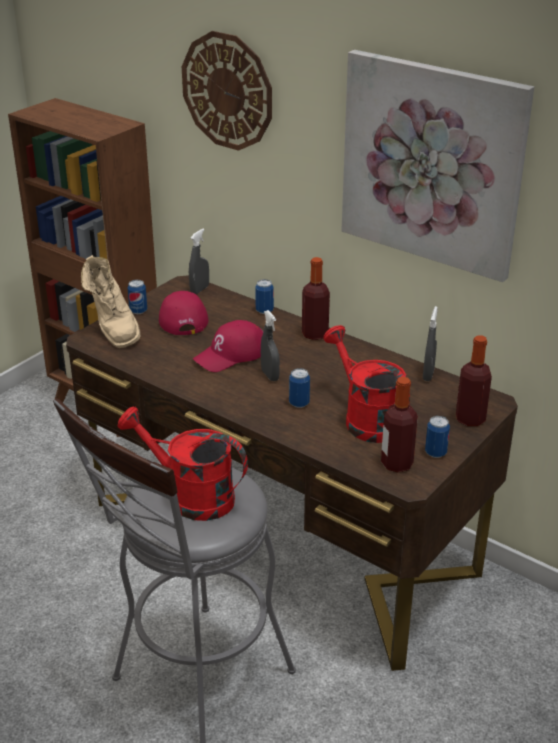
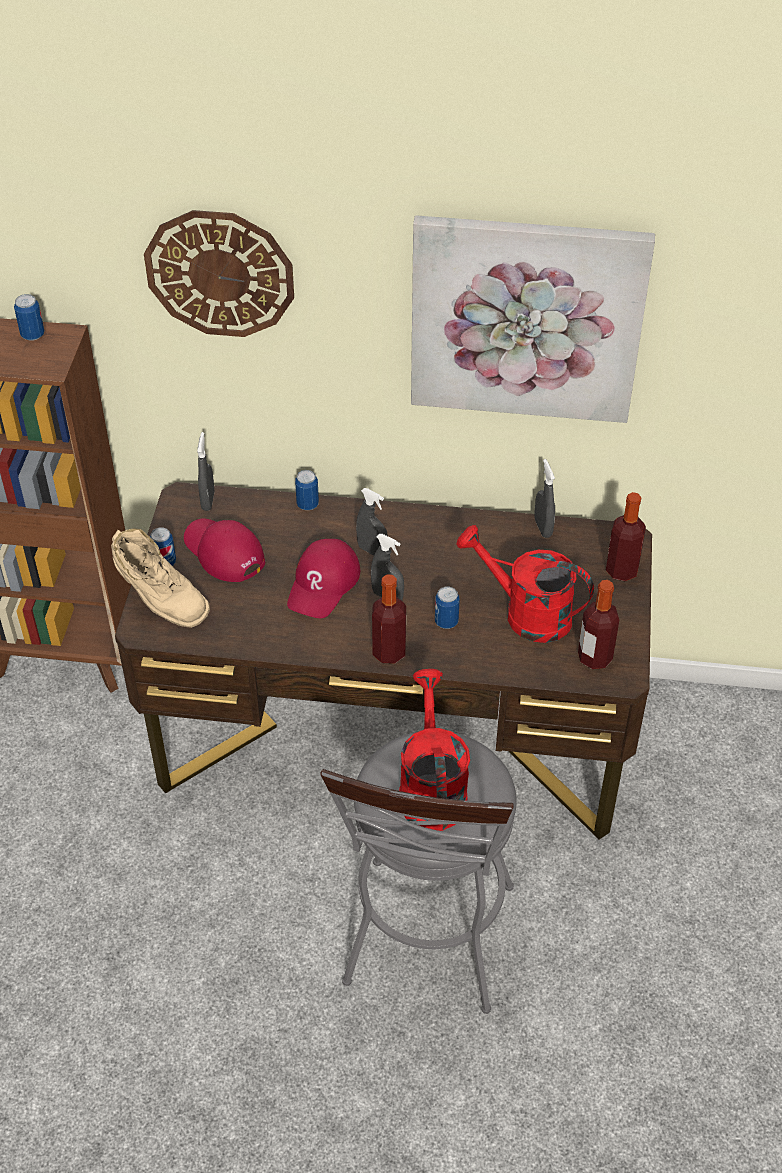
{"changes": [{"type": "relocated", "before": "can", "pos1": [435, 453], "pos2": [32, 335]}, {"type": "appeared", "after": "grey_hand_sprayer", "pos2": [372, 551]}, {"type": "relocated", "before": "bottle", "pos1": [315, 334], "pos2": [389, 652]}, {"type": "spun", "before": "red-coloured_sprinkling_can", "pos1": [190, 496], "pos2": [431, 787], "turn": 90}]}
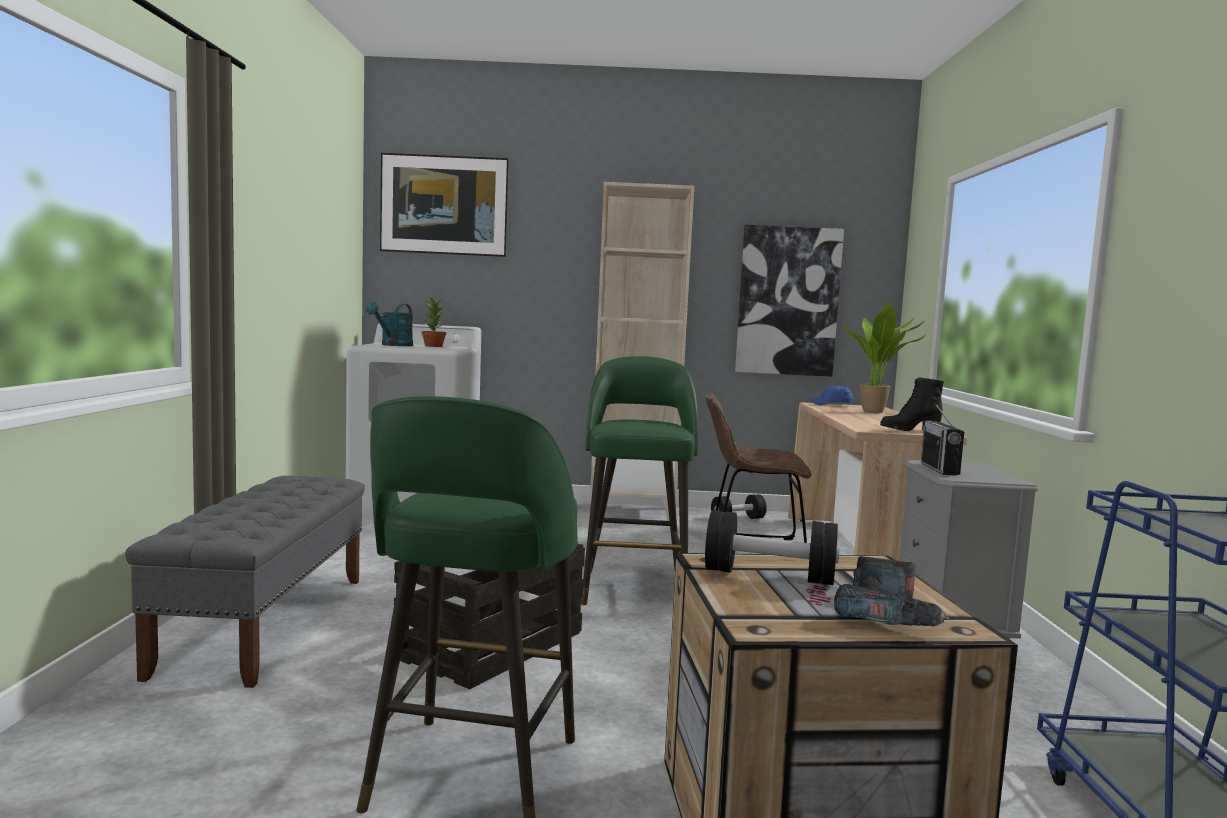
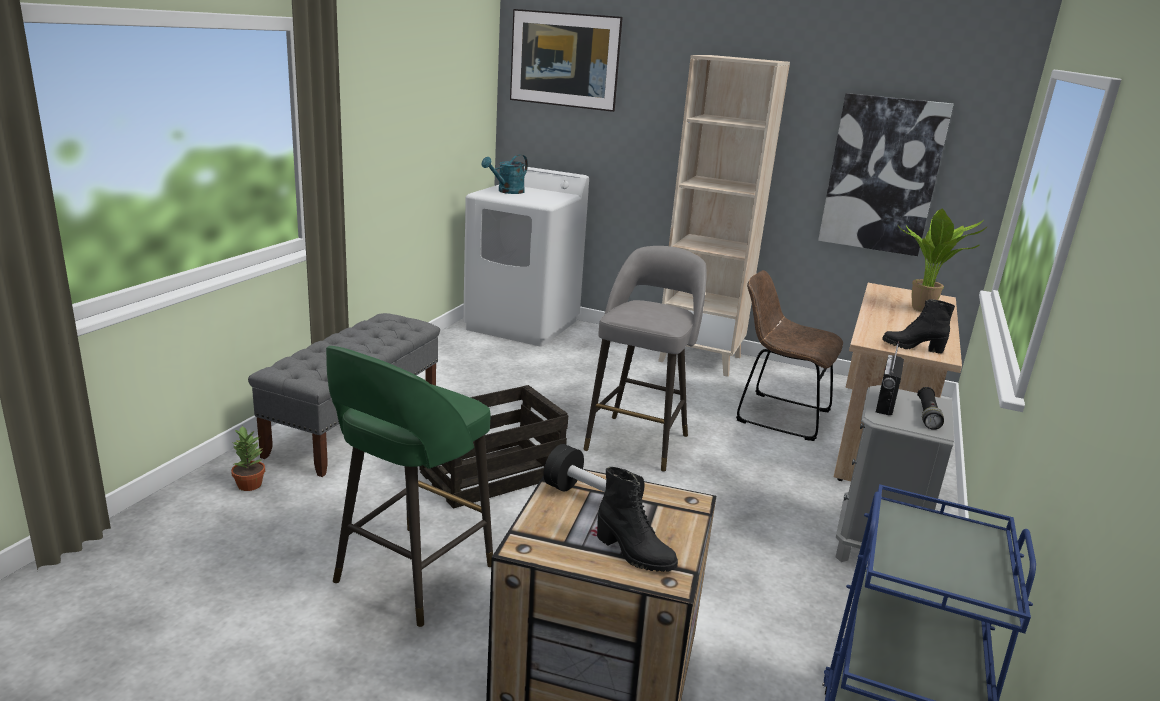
{"changes": [{"type": "relocated", "before": "potted_plant", "pos1": [433, 346], "pos2": [249, 484]}, {"type": "colour", "before": "greenish_stool_seat", "after": "grey_stool_seat", "pos1": [634, 588], "pos2": [638, 441]}, {"type": "exchanged", "before": "drill", "after": "black-coloured_boot", "pos1": [887, 613], "pos2": [634, 553]}, {"type": "appeared", "after": "black-coloured_torch", "pos2": [927, 415]}, {"type": "missing", "before": "black-coloured_free_weight", "pos1": [737, 519]}, {"type": "missing", "before": "blue-coloured_peaked_cap", "pos1": [832, 404]}]}
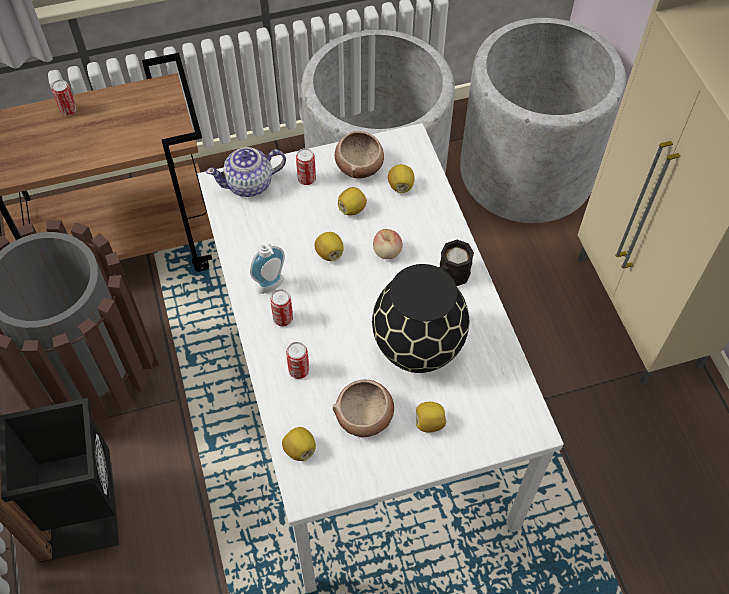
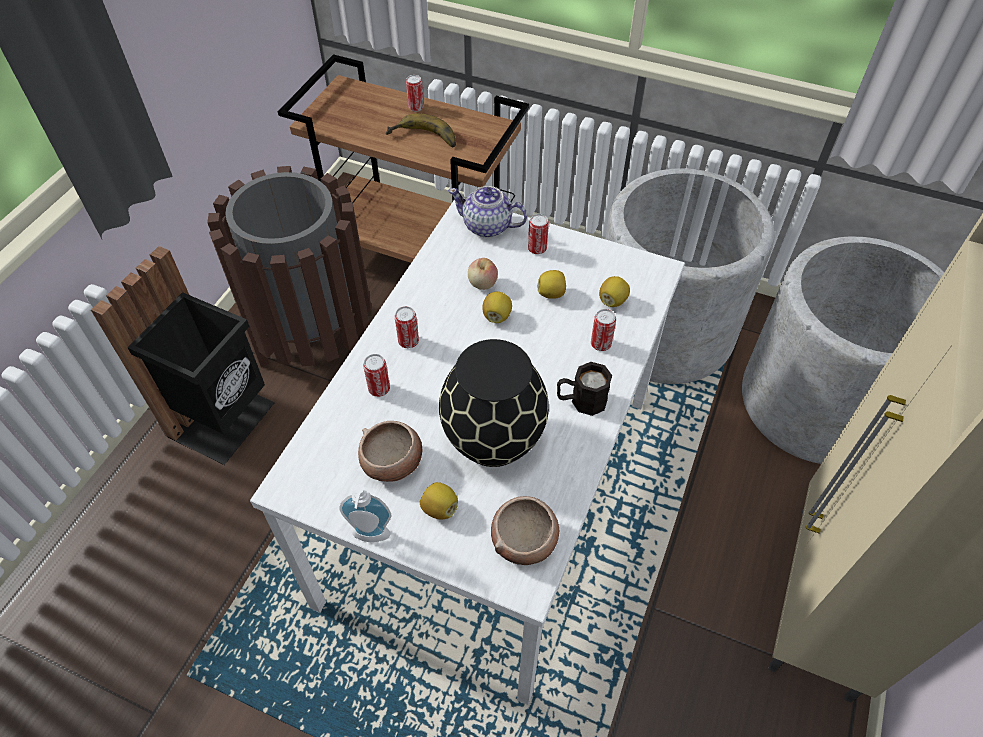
{"changes": [{"type": "relocated", "before": "soap_dispenser", "pos1": [272, 287], "pos2": [370, 538]}, {"type": "appeared", "after": "whole_banana", "pos2": [423, 140]}, {"type": "relocated", "before": "apple", "pos1": [387, 252], "pos2": [482, 283]}, {"type": "relocated", "before": "bowl", "pos1": [359, 165], "pos2": [525, 539]}, {"type": "appeared", "after": "can", "pos2": [600, 344]}, {"type": "missing", "before": "lemon", "pos1": [299, 449]}]}
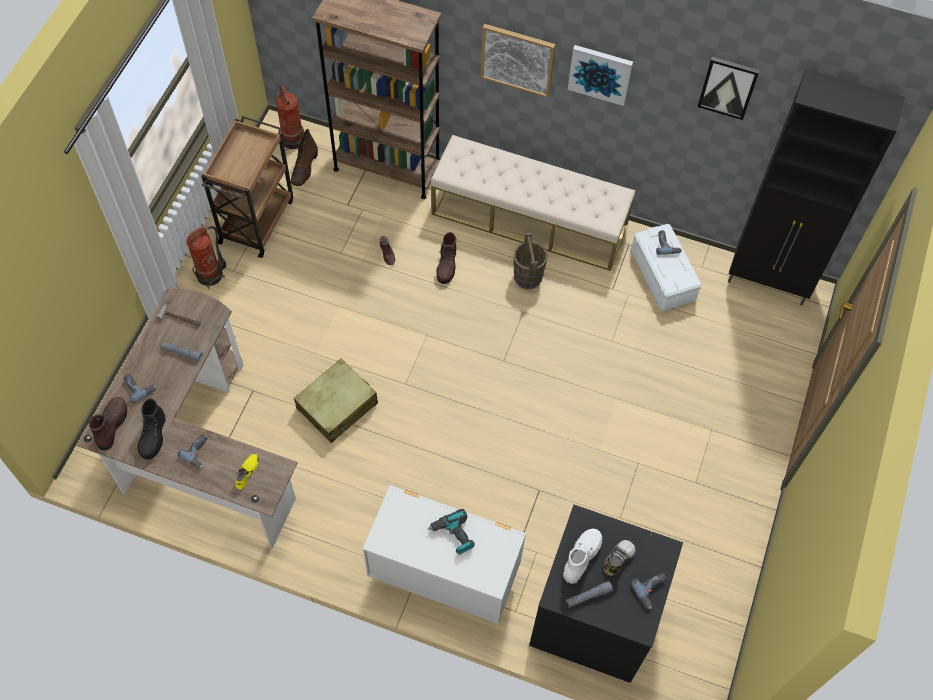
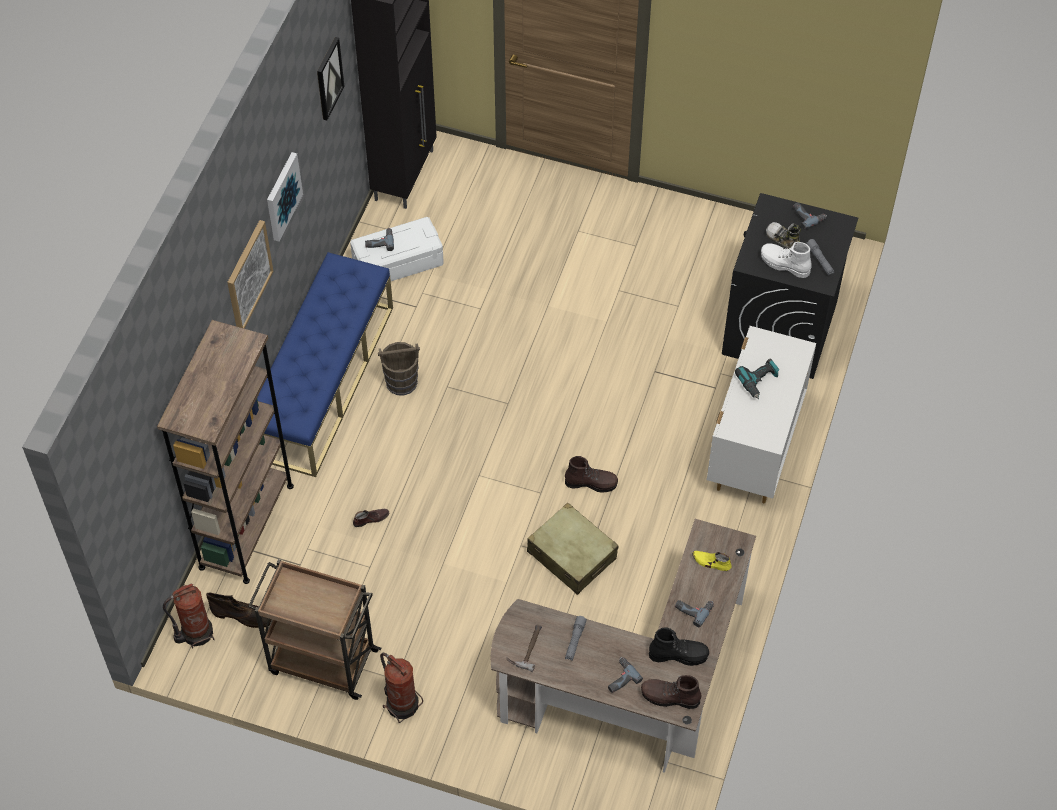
{"changes": [{"type": "colour", "before": "beige_bench", "after": "blue-coloured_bench", "pos1": [529, 219], "pos2": [324, 381]}, {"type": "relocated", "before": "brown-coloured_boot", "pos1": [447, 266], "pos2": [591, 483]}]}
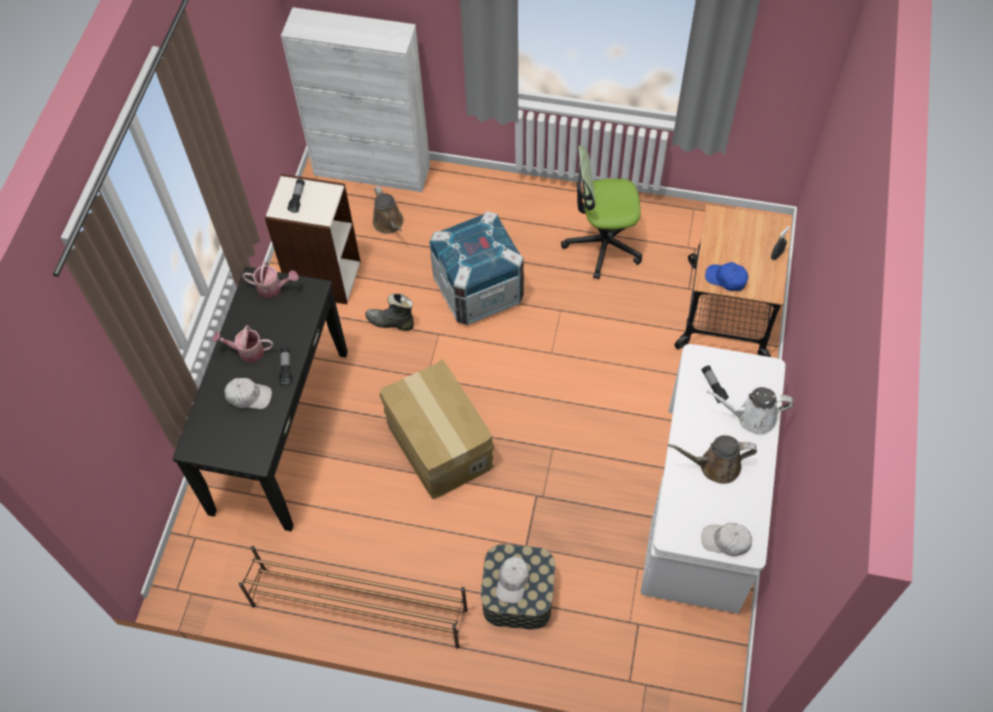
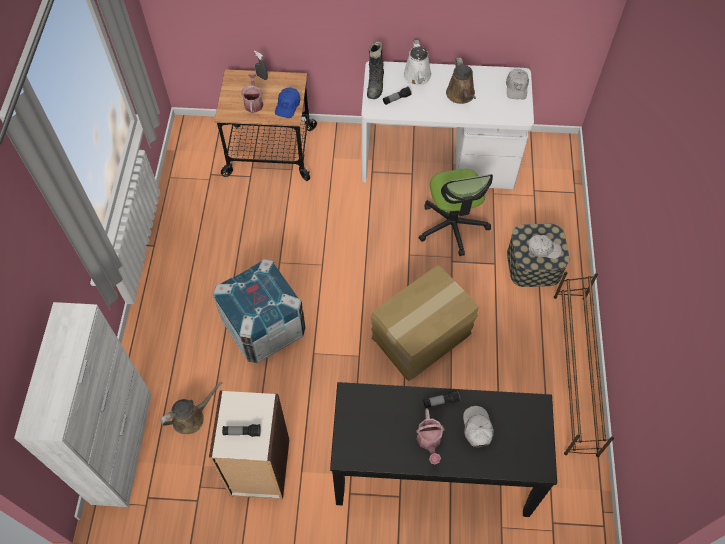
{"changes": [{"type": "relocated", "before": "sprinkling_can", "pos1": [273, 288], "pos2": [253, 103]}, {"type": "relocated", "before": "black-coloured_boot", "pos1": [391, 322], "pos2": [375, 84]}, {"type": "relocated", "before": "computer_chair", "pos1": [603, 244], "pos2": [452, 226]}]}
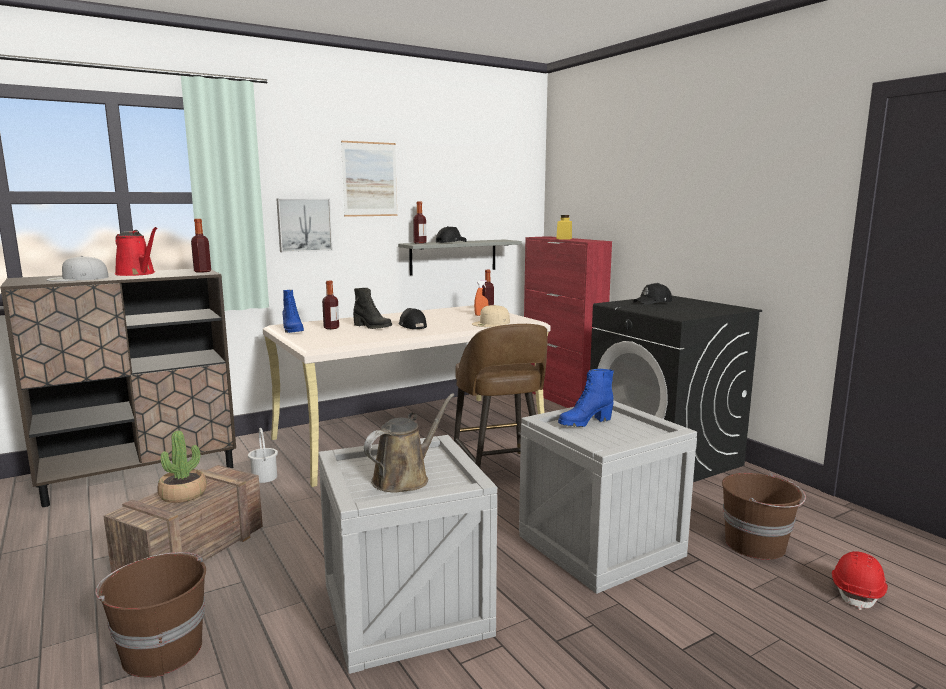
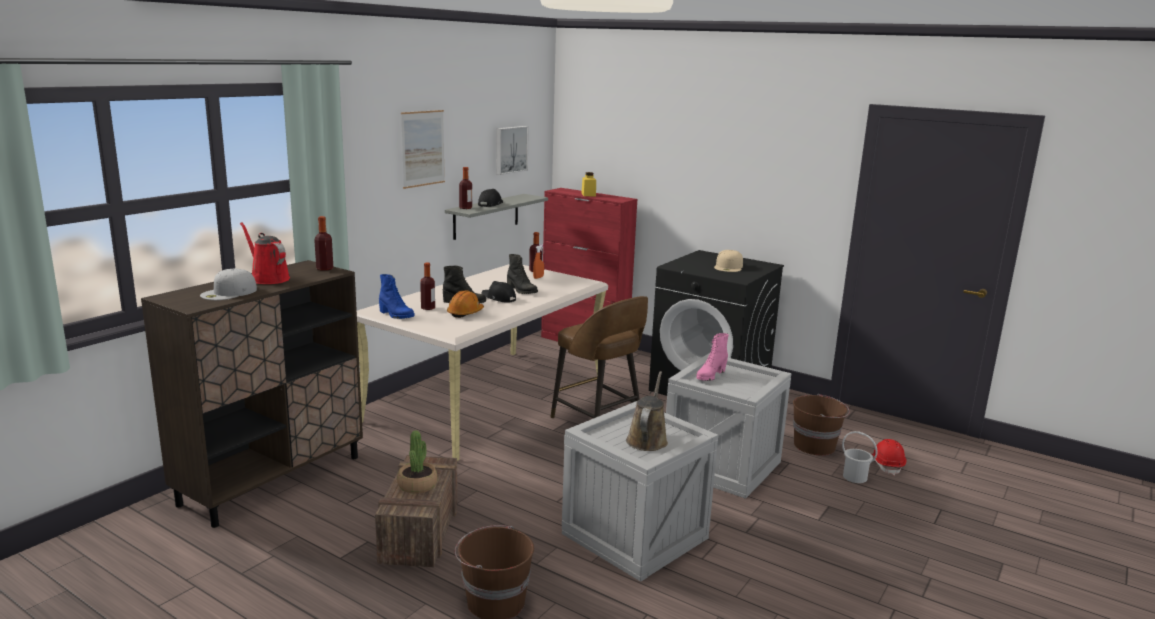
{"changes": [{"type": "spun", "before": "red-coloured_sprinkling_can", "pos1": [137, 274], "pos2": [268, 278], "turn": -150}, {"type": "appeared", "after": "orangey_work_helmet", "pos2": [465, 313]}, {"type": "relocated", "before": "picture", "pos1": [304, 225], "pos2": [510, 149]}, {"type": "appeared", "after": "black-coloured_boot", "pos2": [521, 291]}, {"type": "colour", "before": "blue-coloured_boot", "after": "pink-coloured_boot", "pos1": [584, 422], "pos2": [710, 376]}, {"type": "relocated", "before": "beige_peaked_cap", "pos1": [491, 323], "pos2": [729, 267]}, {"type": "relocated", "before": "whitish_bucket", "pos1": [265, 477], "pos2": [855, 477]}, {"type": "missing", "before": "black-coloured_peaked_cap", "pos1": [653, 302]}]}
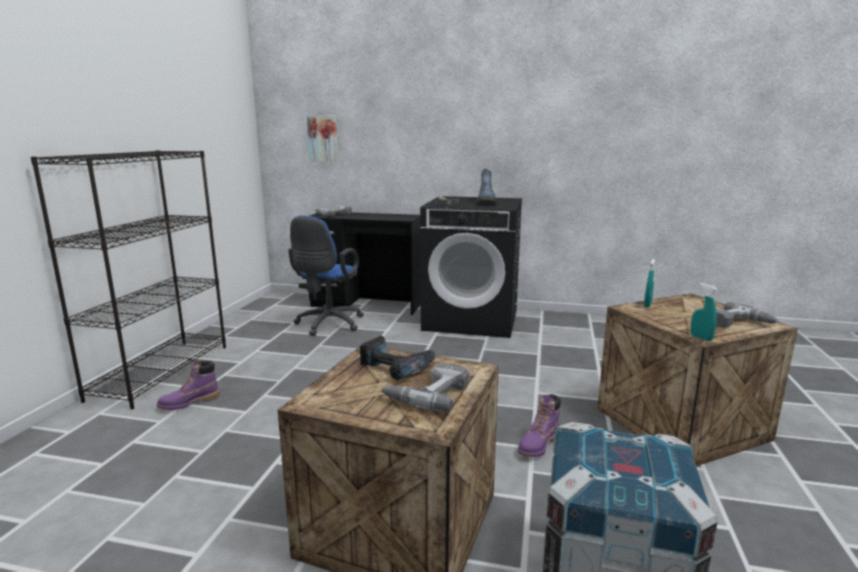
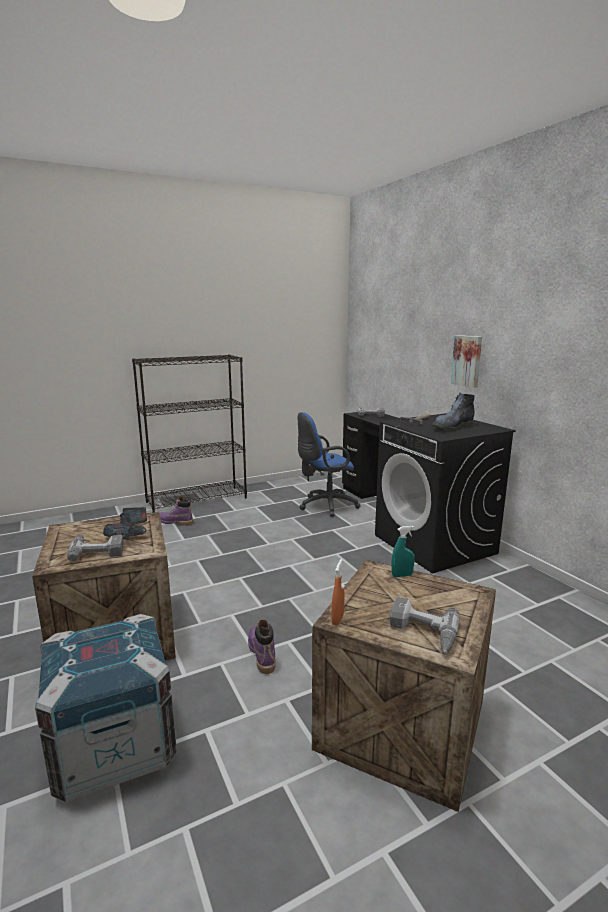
{"changes": [{"type": "spun", "before": "purplish_boot", "pos1": [538, 445], "pos2": [262, 653], "turn": 75}, {"type": "colour", "before": "turquoise_hand_sprayer", "after": "orangey_hand_sprayer", "pos1": [701, 338], "pos2": [337, 619]}, {"type": "relocated", "before": "picture", "pos1": [323, 138], "pos2": [467, 360]}]}
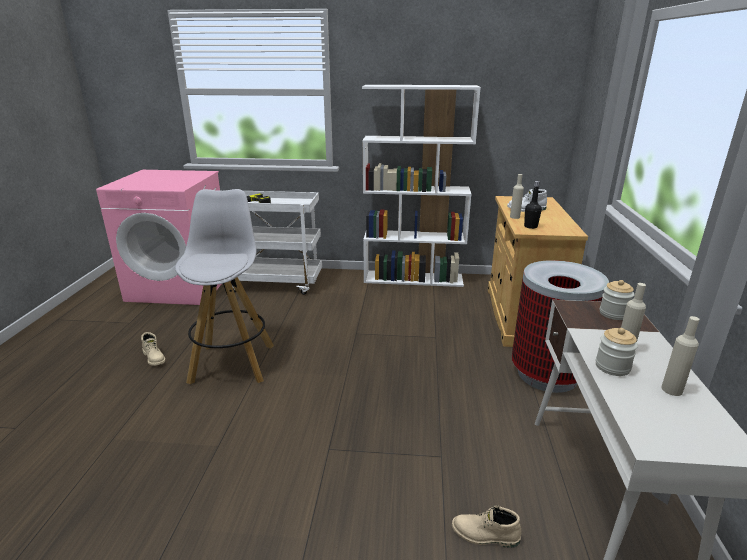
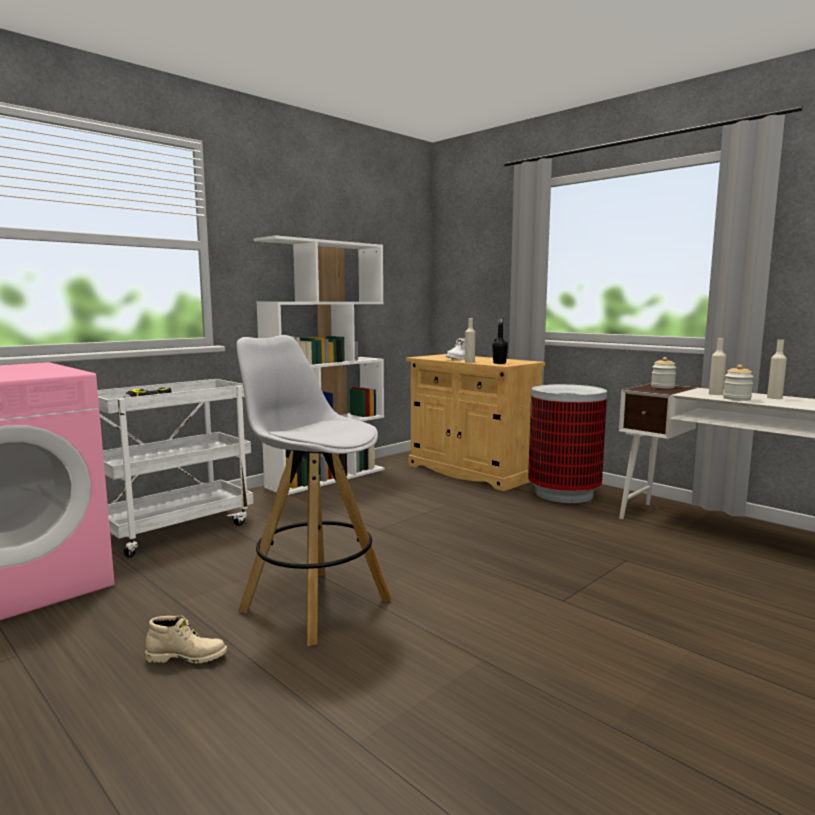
{"changes": [{"type": "missing", "before": "beige_boot", "pos1": [484, 535]}]}
